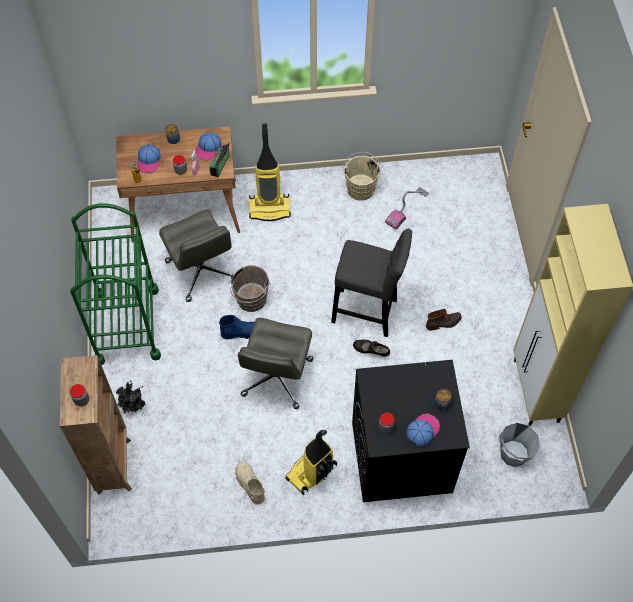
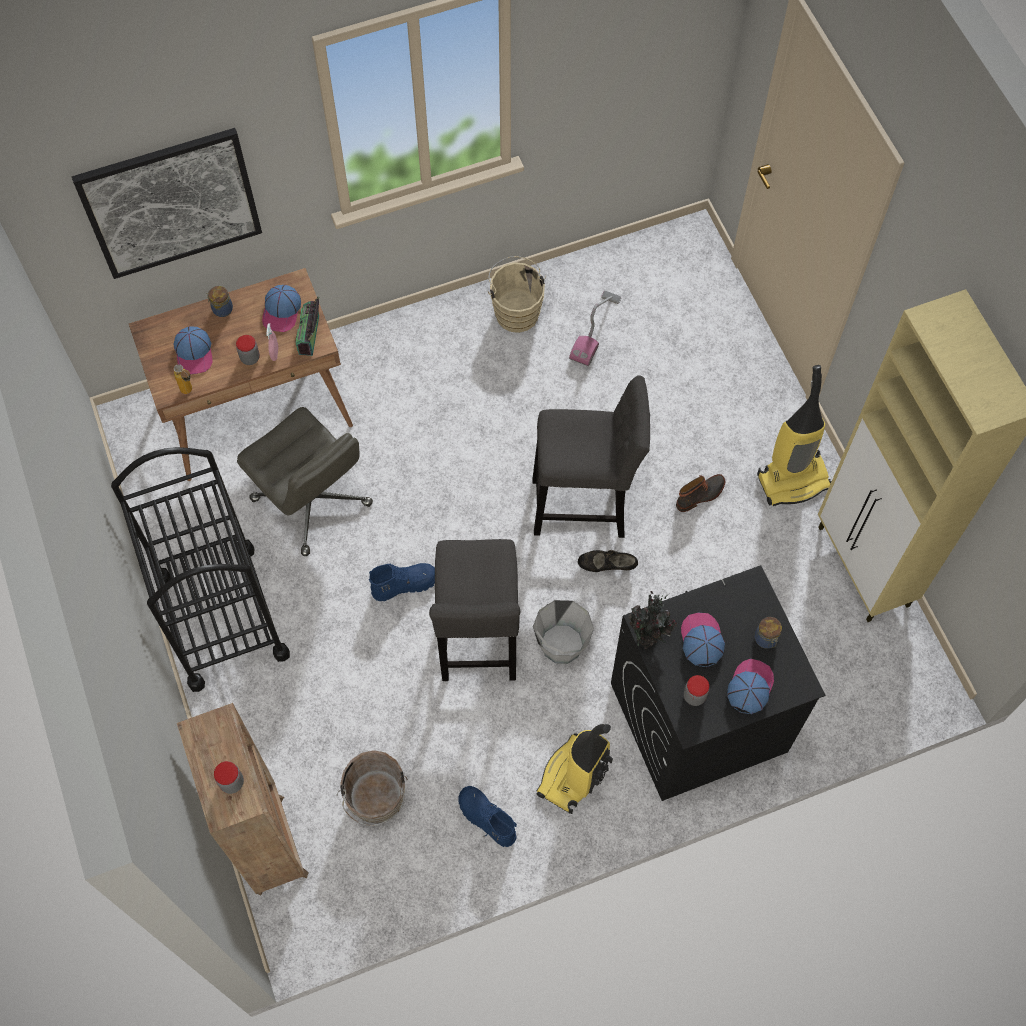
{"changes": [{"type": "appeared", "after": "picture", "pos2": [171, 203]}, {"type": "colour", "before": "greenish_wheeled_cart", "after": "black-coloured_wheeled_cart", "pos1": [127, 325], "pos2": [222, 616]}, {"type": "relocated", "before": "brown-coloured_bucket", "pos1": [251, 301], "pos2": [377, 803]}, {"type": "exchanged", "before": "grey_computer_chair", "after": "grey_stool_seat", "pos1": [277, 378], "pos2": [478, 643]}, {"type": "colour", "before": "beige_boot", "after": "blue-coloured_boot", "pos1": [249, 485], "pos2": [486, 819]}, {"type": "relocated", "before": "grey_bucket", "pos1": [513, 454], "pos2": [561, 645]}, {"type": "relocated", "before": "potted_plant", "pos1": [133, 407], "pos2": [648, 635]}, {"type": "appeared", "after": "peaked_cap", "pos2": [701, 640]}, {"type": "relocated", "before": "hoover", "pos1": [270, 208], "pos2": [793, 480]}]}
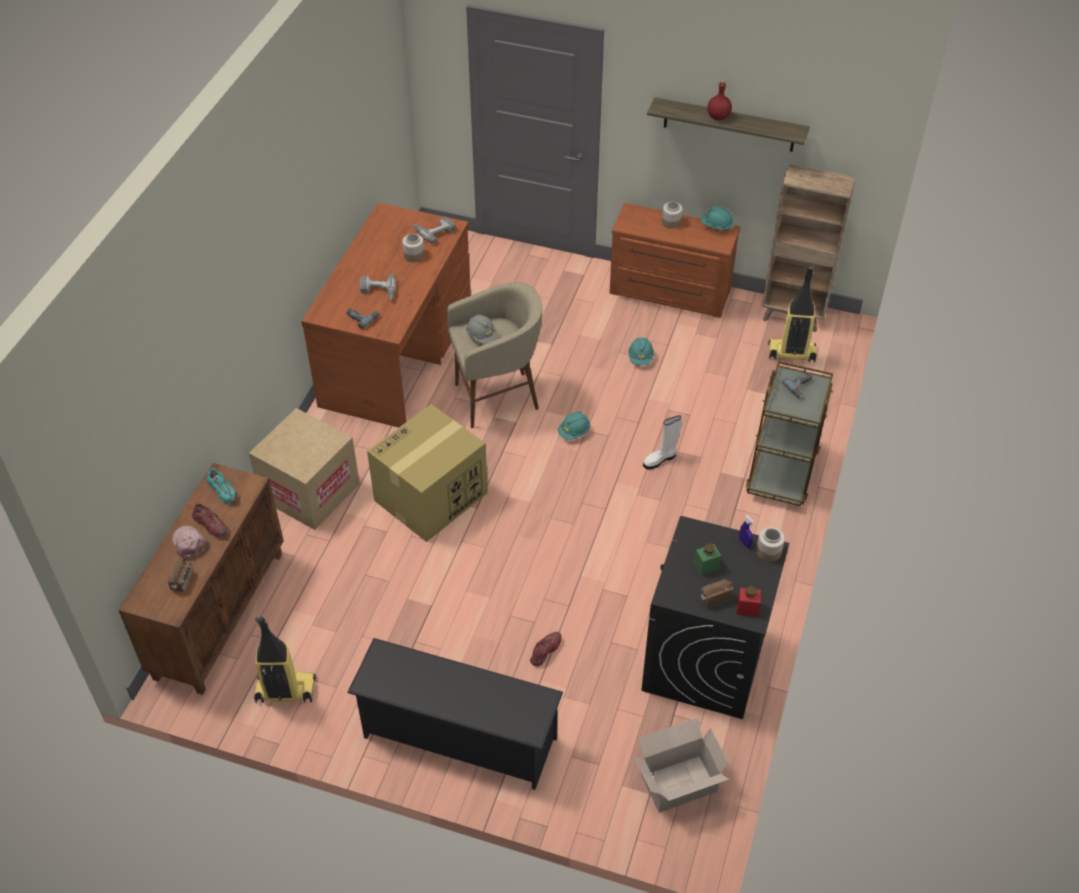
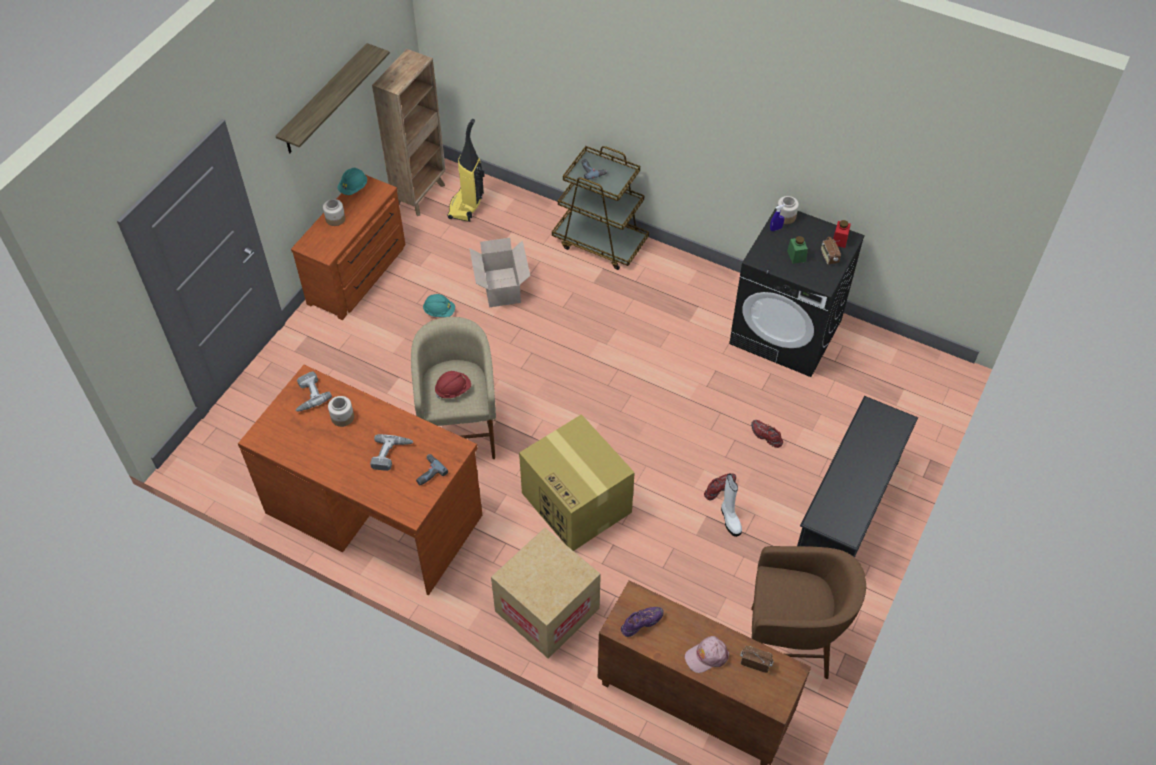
{"changes": [{"type": "colour", "before": "grey_work_helmet", "after": "red-coloured_work_helmet", "pos1": [482, 336], "pos2": [453, 390]}, {"type": "relocated", "before": "packing_box", "pos1": [676, 784], "pos2": [501, 288]}, {"type": "colour", "before": "turquoise_low_shoe", "after": "purplish_low_shoe", "pos1": [223, 491], "pos2": [641, 623]}, {"type": "relocated", "before": "red-coloured_low_shoe", "pos1": [211, 525], "pos2": [719, 488]}, {"type": "relocated", "before": "whitish_boot", "pos1": [660, 459], "pos2": [730, 519]}, {"type": "exchanged", "before": "hoover", "after": "brown-coloured_stool_seat", "pos1": [285, 691], "pos2": [789, 645]}, {"type": "missing", "before": "turquoise_work_helmet", "pos1": [574, 432]}, {"type": "missing", "before": "red-coloured_bottle", "pos1": [718, 116]}]}
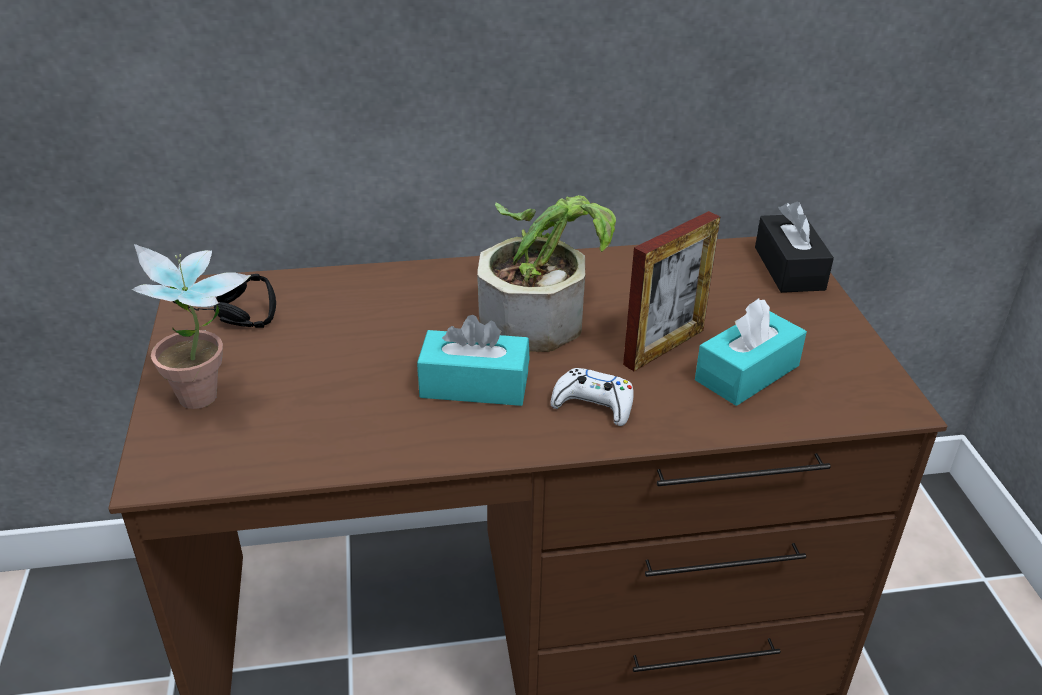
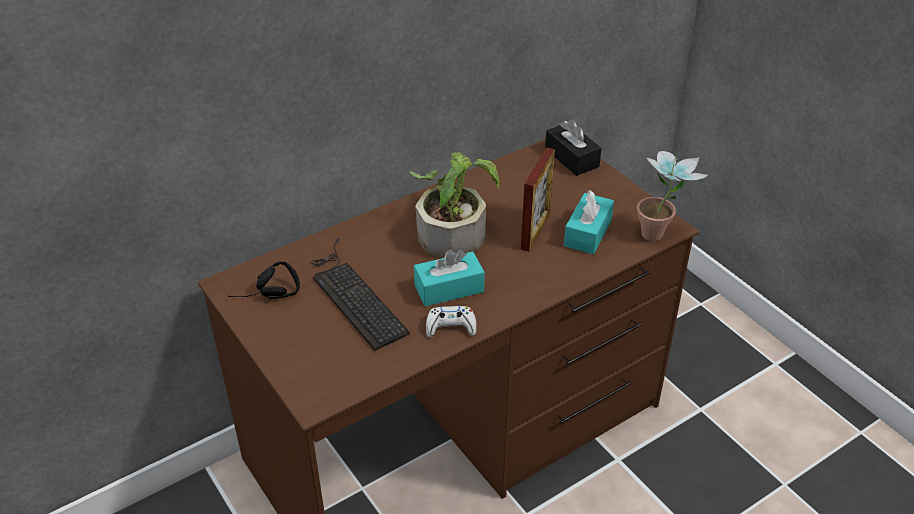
{"changes": [{"type": "appeared", "after": "keyboard", "pos2": [354, 295]}, {"type": "relocated", "before": "whitish_gamepad", "pos1": [593, 404], "pos2": [450, 327]}, {"type": "relocated", "before": "potted_plant", "pos1": [209, 401], "pos2": [660, 235]}]}
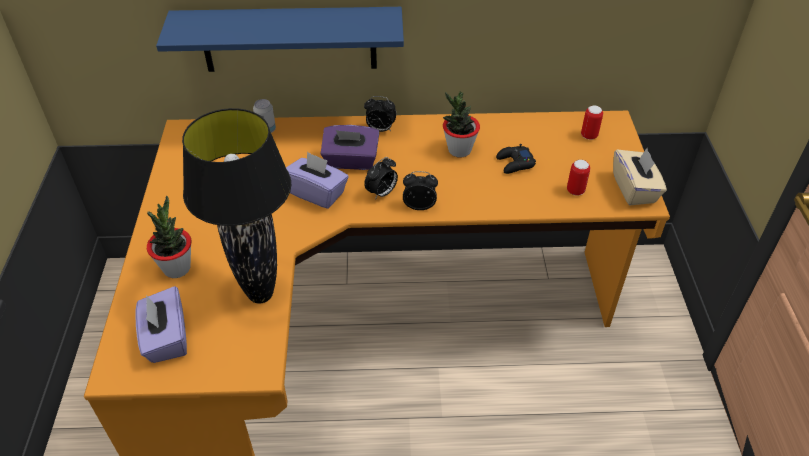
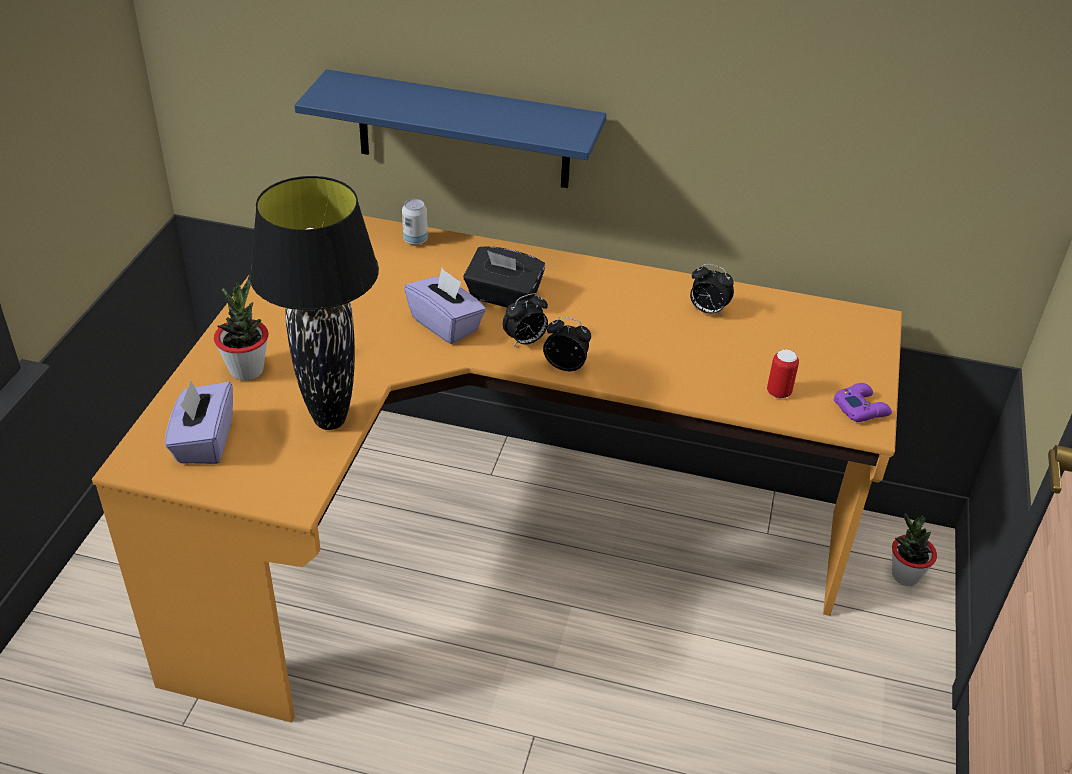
{"changes": [{"type": "colour", "before": "purplish_tissue_holder", "after": "black-coloured_tissue_holder", "pos1": [351, 161], "pos2": [503, 297]}, {"type": "relocated", "before": "alarm_clock", "pos1": [380, 129], "pos2": [707, 311]}, {"type": "exchanged", "before": "beige_tissue_holder", "after": "purplish_gamepad", "pos1": [634, 189], "pos2": [861, 408]}, {"type": "relocated", "before": "potted_plant", "pos1": [459, 150], "pos2": [905, 575]}, {"type": "missing", "before": "black-coloured_gamepad", "pos1": [515, 163]}, {"type": "missing", "before": "can", "pos1": [589, 136]}]}
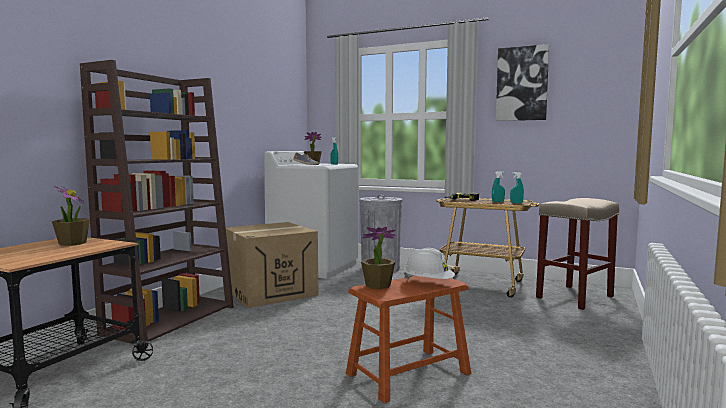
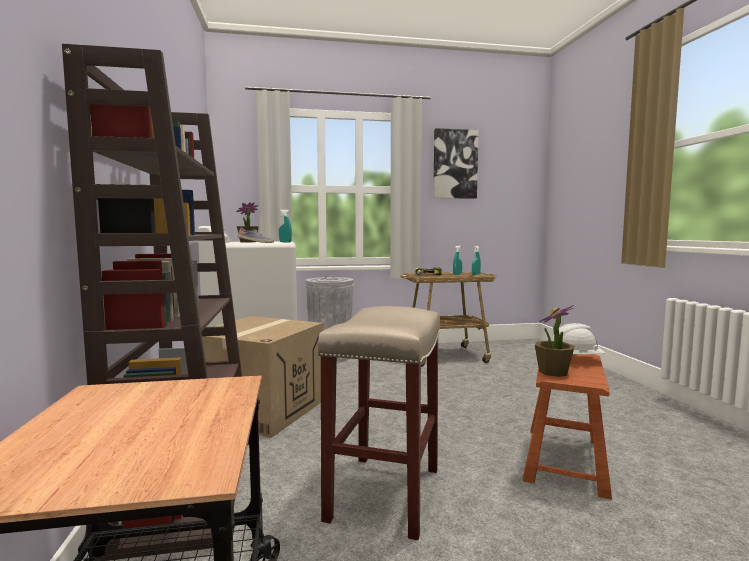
{"changes": [{"type": "relocated", "before": "beige_stool_seat", "pos1": [574, 297], "pos2": [385, 494]}, {"type": "missing", "before": "potted_plant", "pos1": [72, 243]}]}
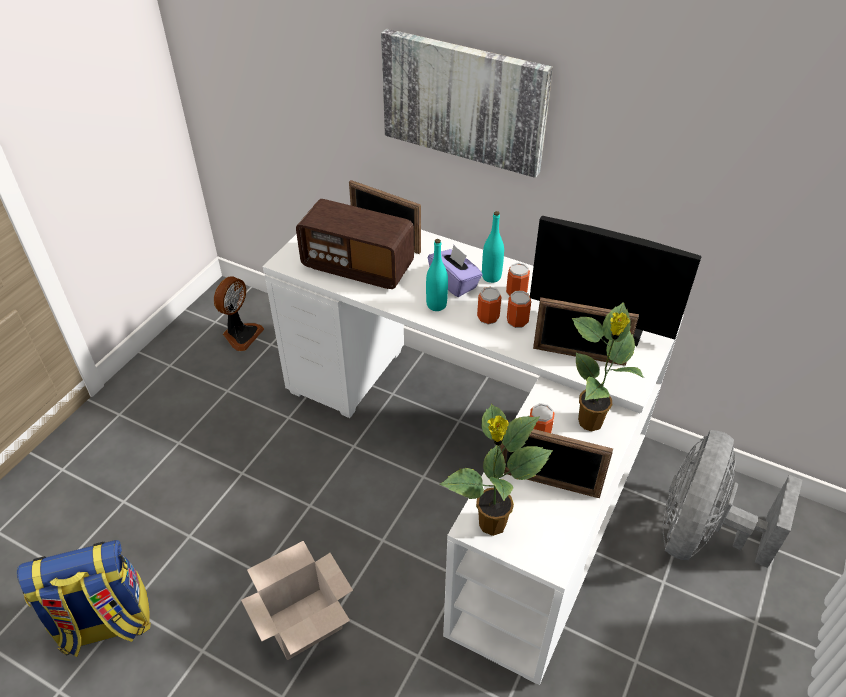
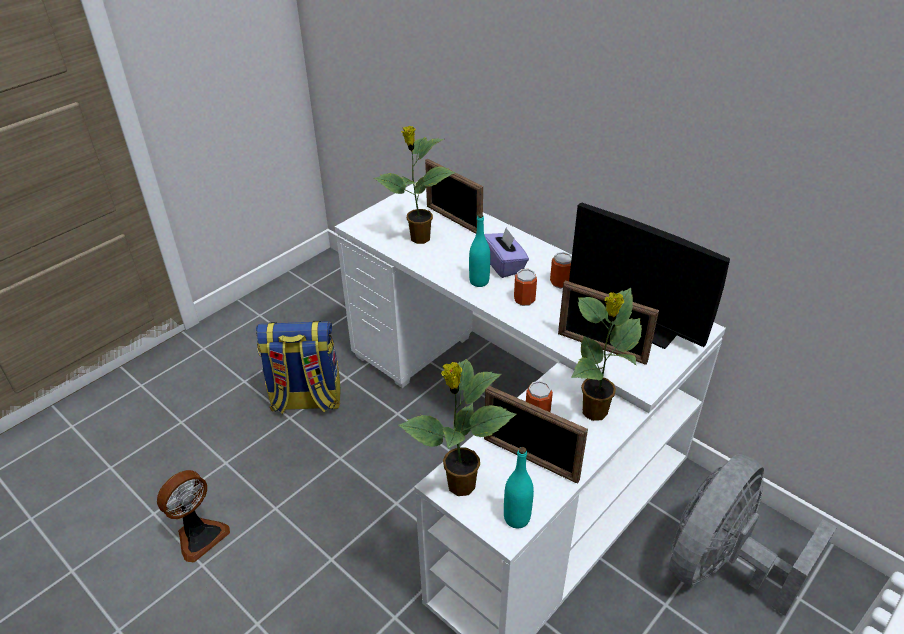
{"changes": [{"type": "relocated", "before": "cooling_fan", "pos1": [241, 334], "pos2": [199, 535]}, {"type": "relocated", "before": "knapsack", "pos1": [105, 625], "pos2": [306, 400]}, {"type": "exchanged", "before": "radio", "after": "potted_plant", "pos1": [358, 267], "pos2": [419, 238]}, {"type": "relocated", "before": "turquoise_bottle", "pos1": [491, 277], "pos2": [516, 518]}, {"type": "missing", "before": "packing_box", "pos1": [303, 625]}, {"type": "missing", "before": "picture", "pos1": [464, 101]}, {"type": "missing", "before": "can", "pos1": [517, 321]}]}
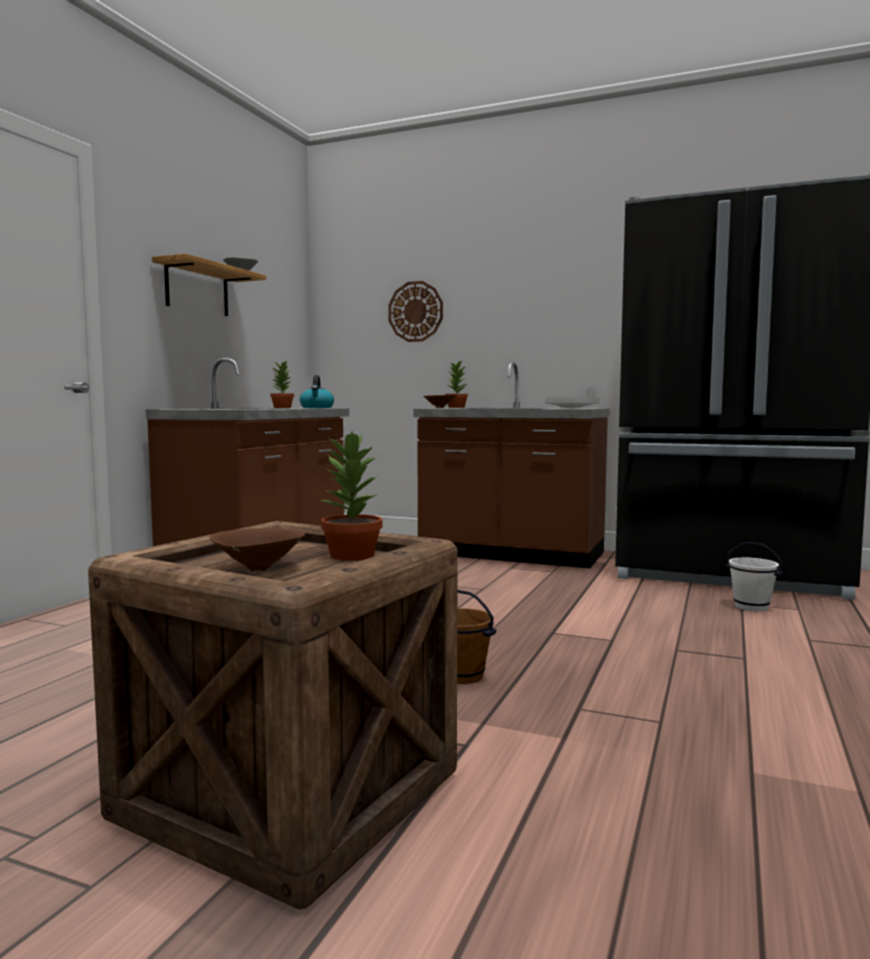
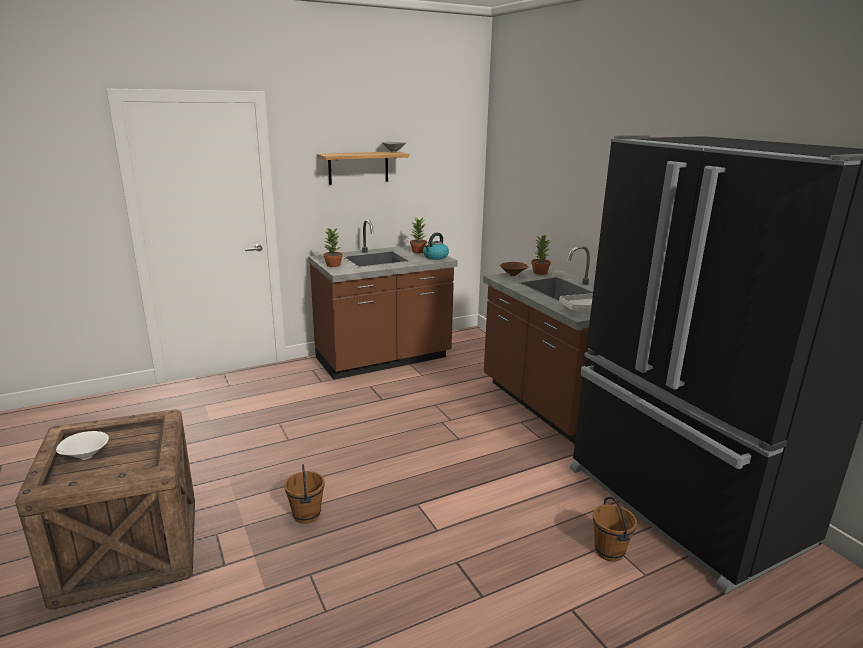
{"changes": [{"type": "colour", "before": "brown-coloured_bowl", "after": "whitish_bowl", "pos1": [257, 570], "pos2": [85, 457]}, {"type": "relocated", "before": "potted_plant", "pos1": [351, 556], "pos2": [333, 265]}, {"type": "colour", "before": "whitish_bucket", "after": "brown-coloured_bucket", "pos1": [751, 607], "pos2": [609, 551]}, {"type": "missing", "before": "clock_on_the_wall", "pos1": [415, 311]}]}
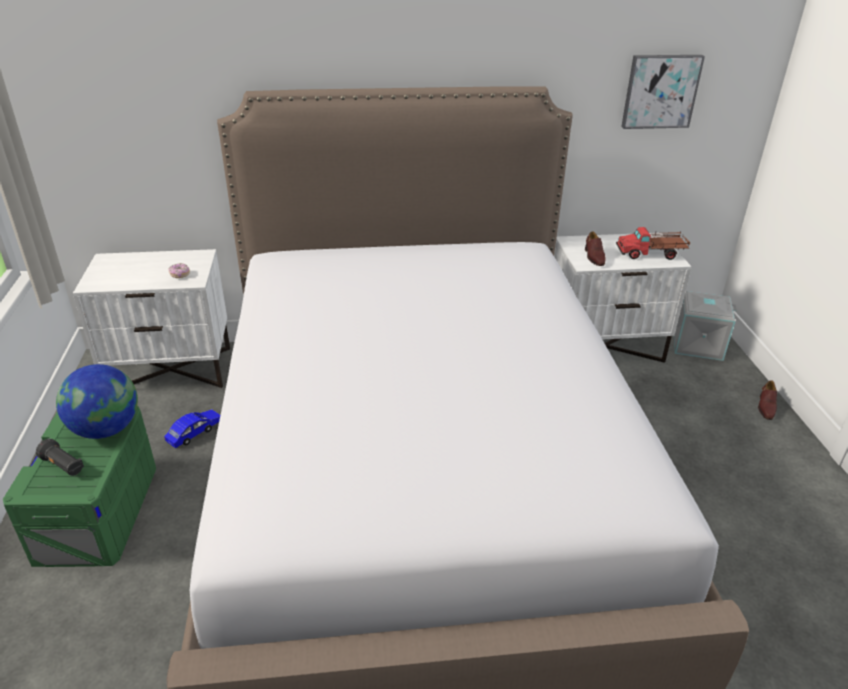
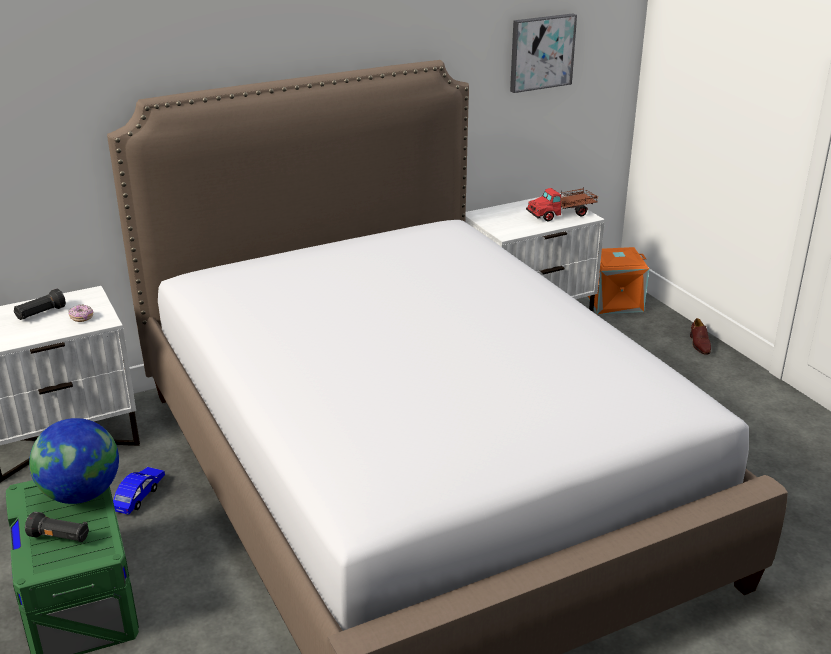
{"changes": [{"type": "appeared", "after": "black-coloured_torch", "pos2": [40, 314]}, {"type": "colour", "before": "grey_storage_container", "after": "orangey_storage_container", "pos1": [697, 345], "pos2": [613, 302]}, {"type": "missing", "before": "brown-coloured_low_shoe", "pos1": [594, 257]}]}
